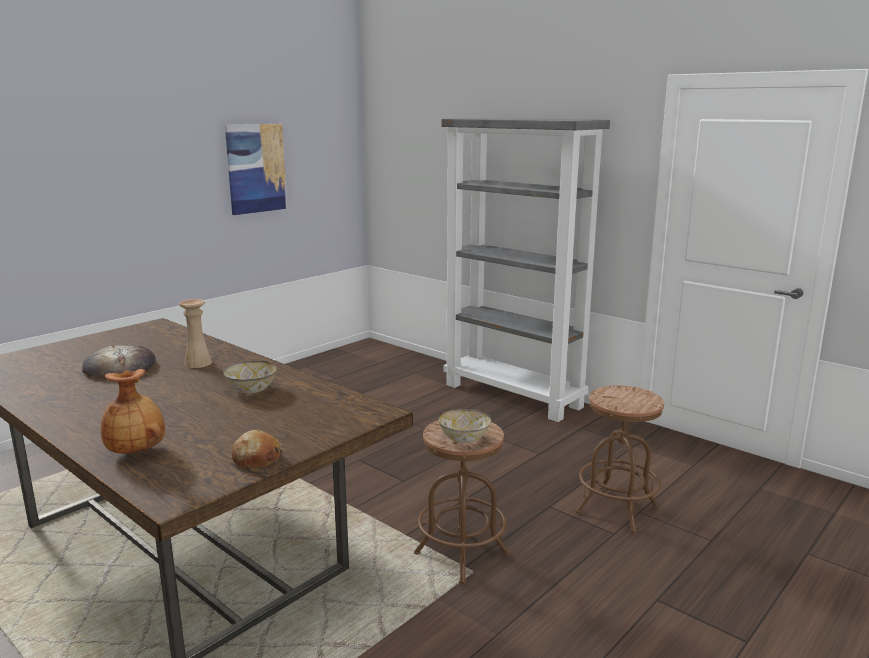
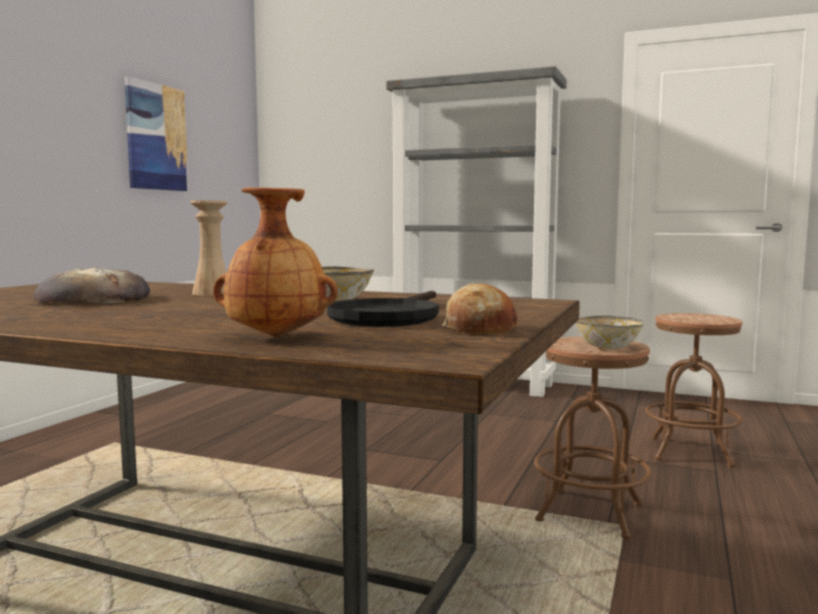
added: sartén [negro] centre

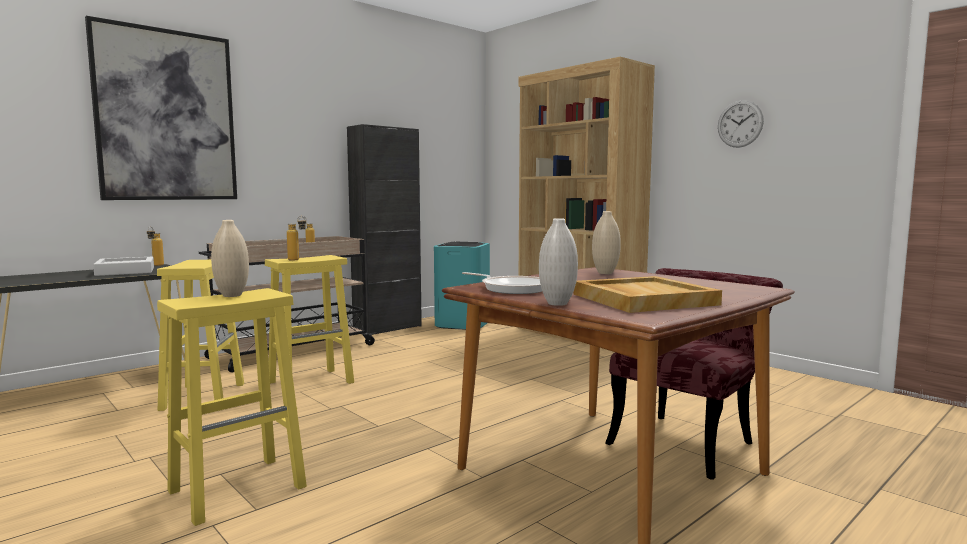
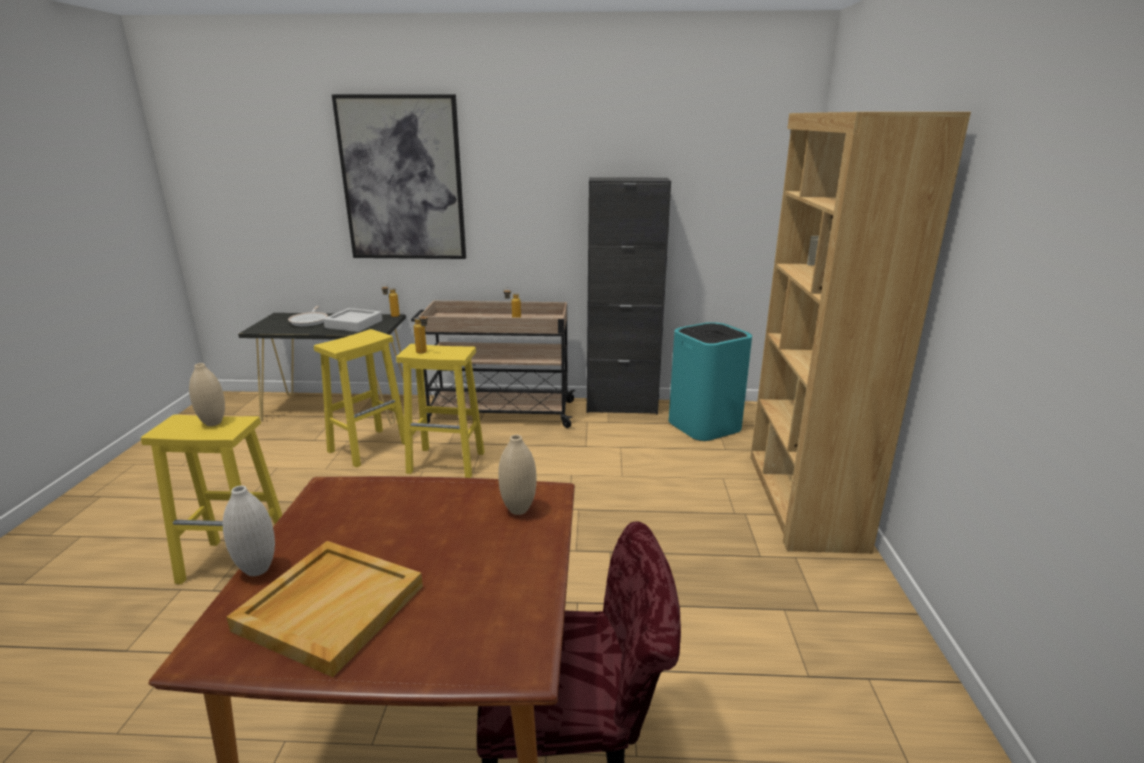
removed: reloj de pared top right
moved: sartén centre to middle left

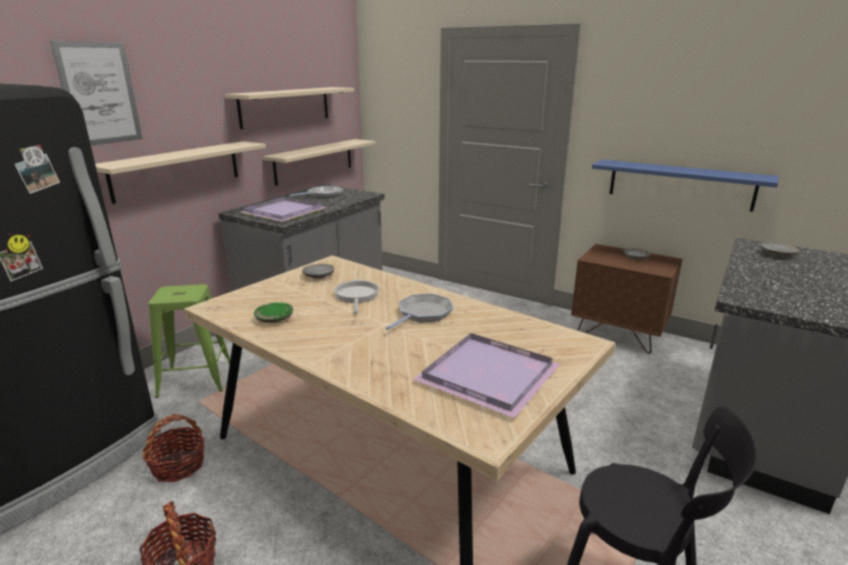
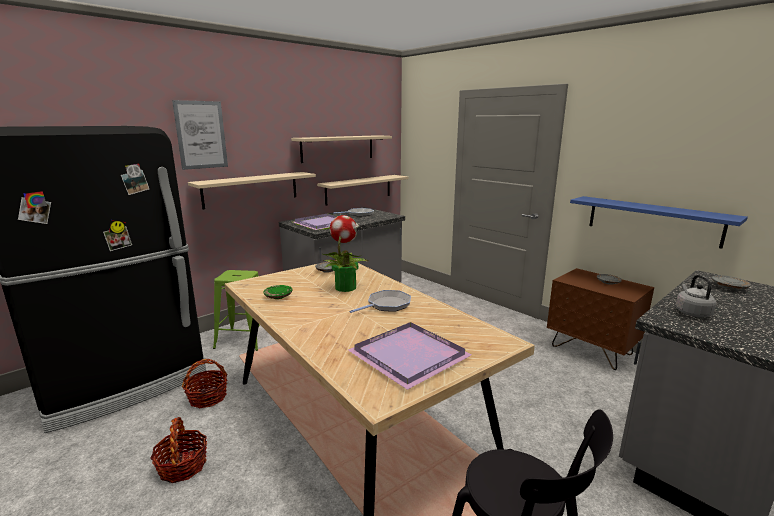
added: hervidor [gris] middle right
replaced: sartén (2nd from left) centre to planta en maceta centre

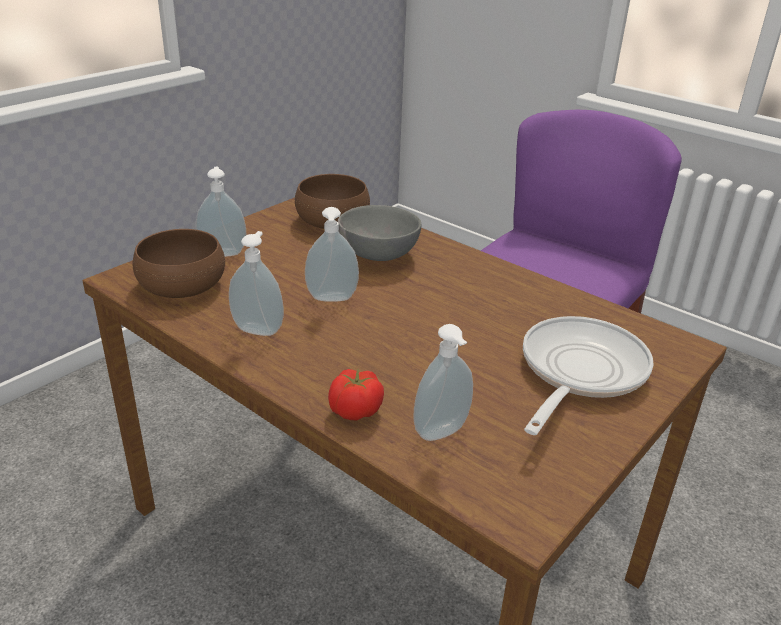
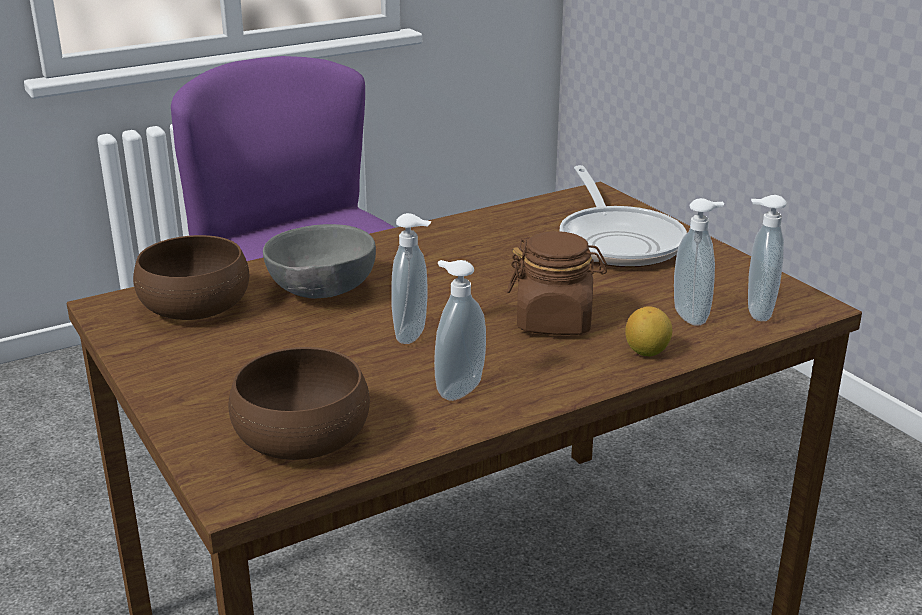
added: tarro [marrón] centre
moved: dispensador de jabón (1st from left in the first image) middle left to dispensador de jabón (4th from left) middle right
replaced: tomate centre to limón middle right
turned: sartén middle right = middle right 150 degrees counterclockwise

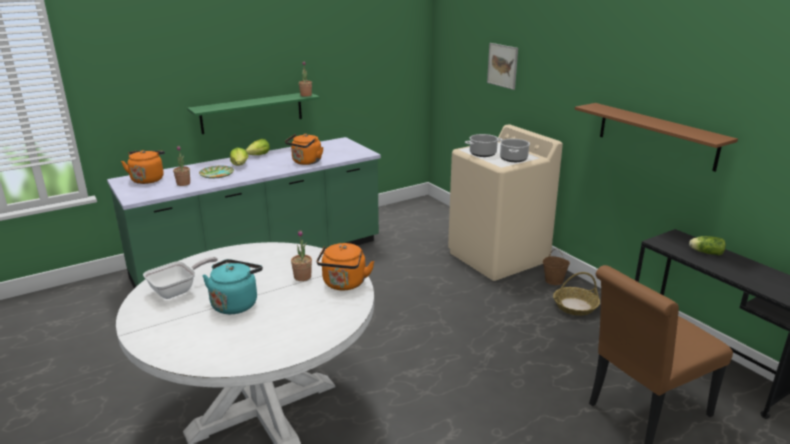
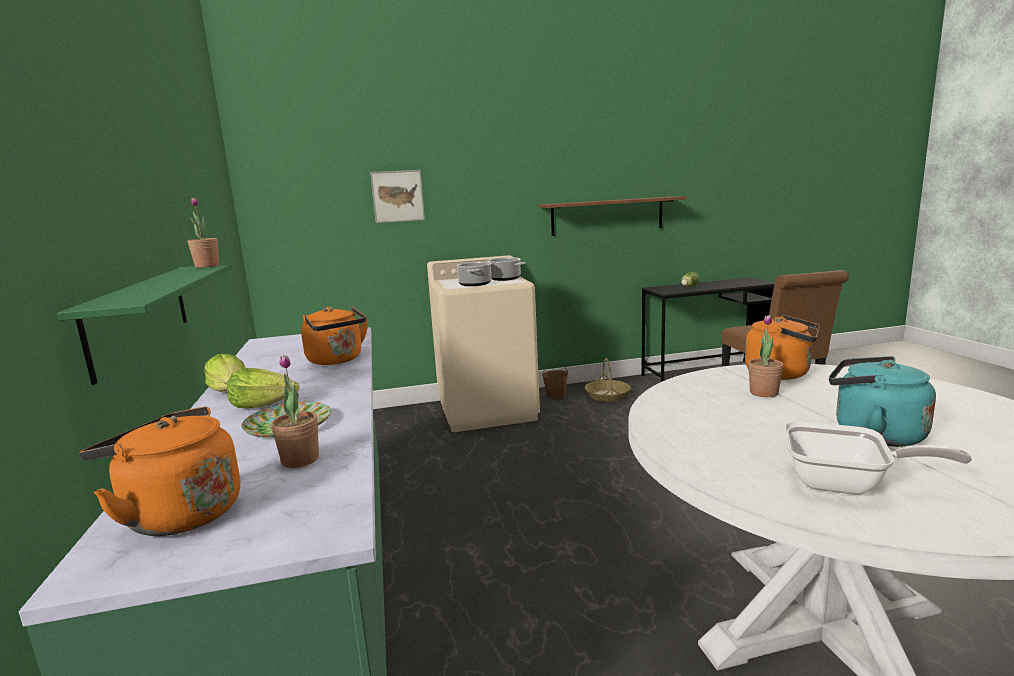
turned: sartén middle left = bottom right 135 degrees clockwise

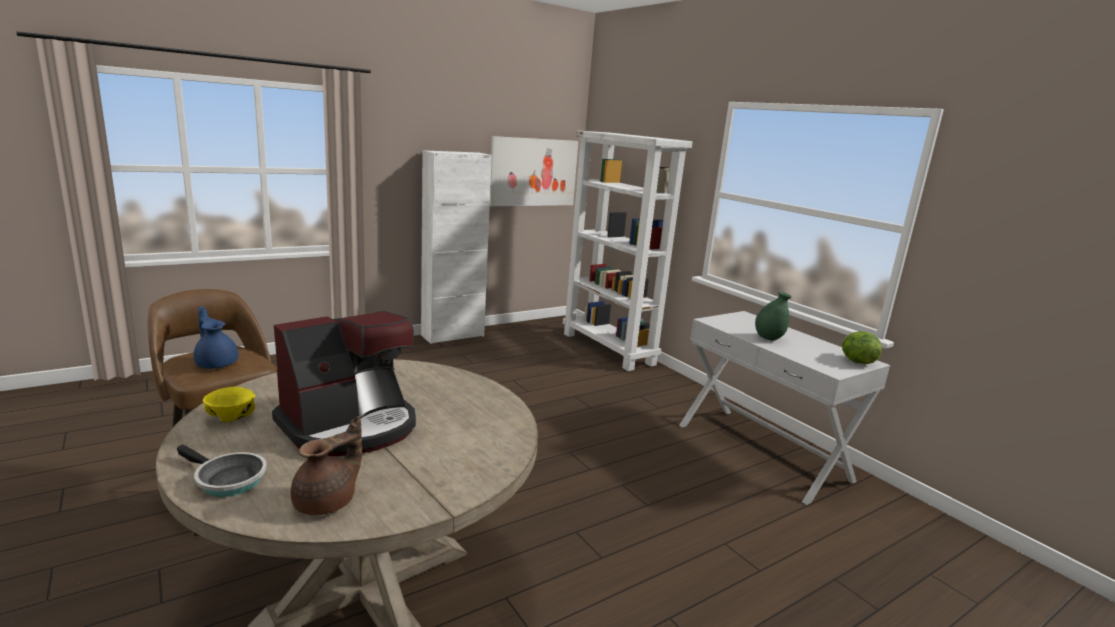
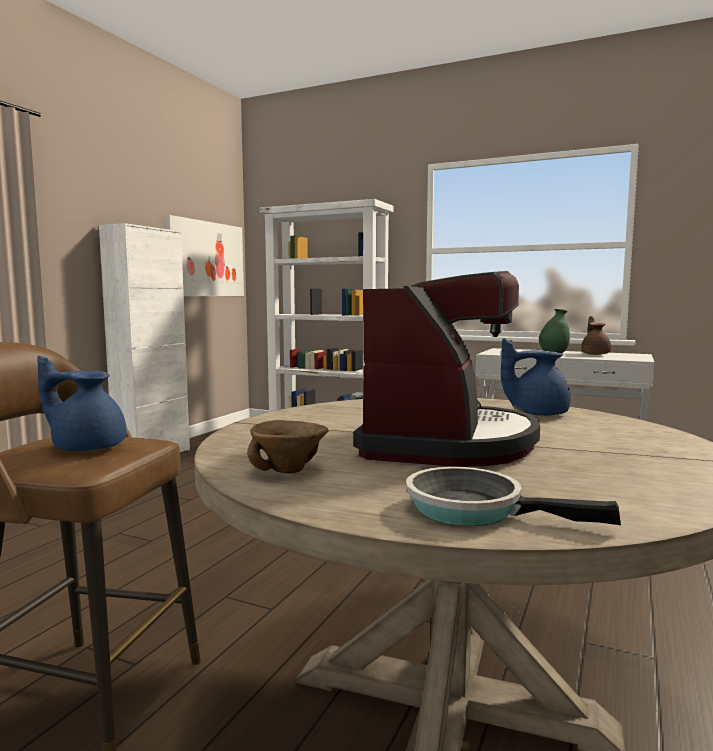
removed: lechuga middle right
added: tetera [azul] (2nd from left) middle right
moved: tetera [marrón] bottom left to middle right
recoloured: cuenco [amarillo] middle left to cuenco [marrón] centre
turned: sartén bottom left = middle right 150 degrees counterclockwise

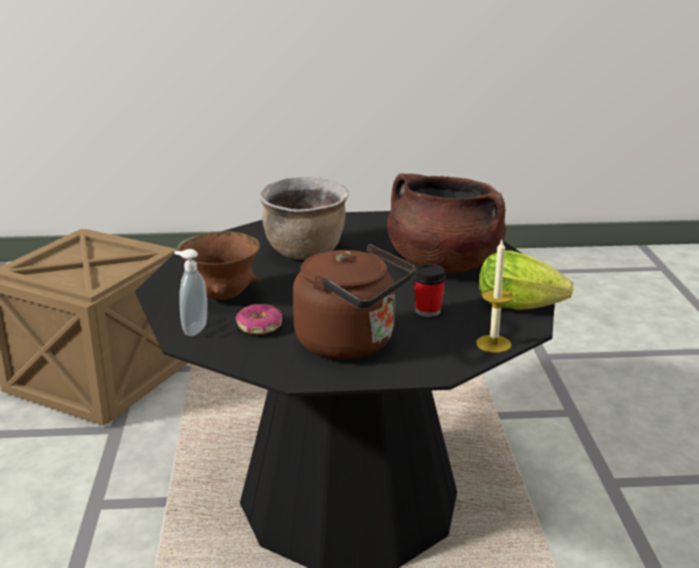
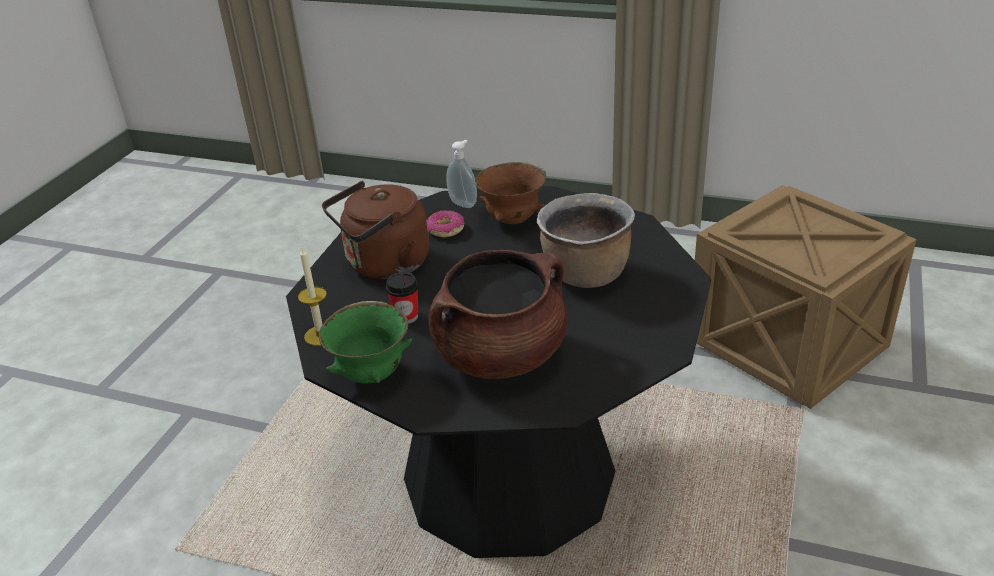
replaced: lechuga middle right to cuenco [verde] centre

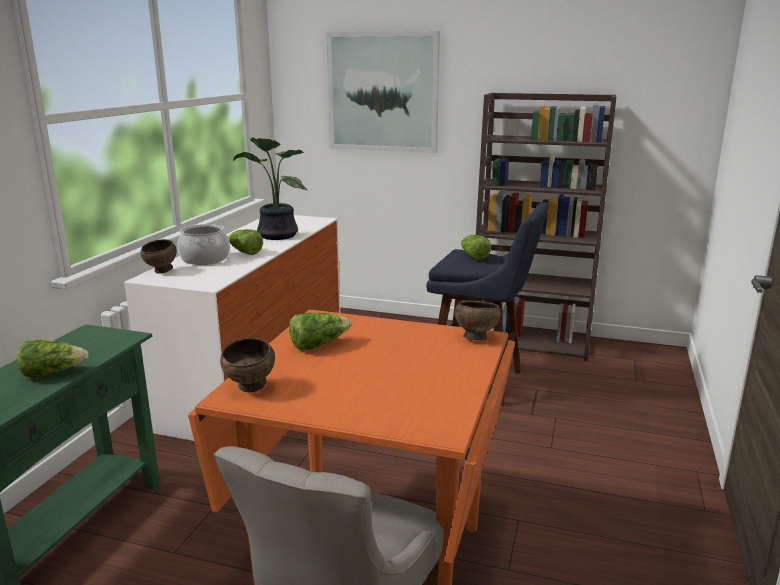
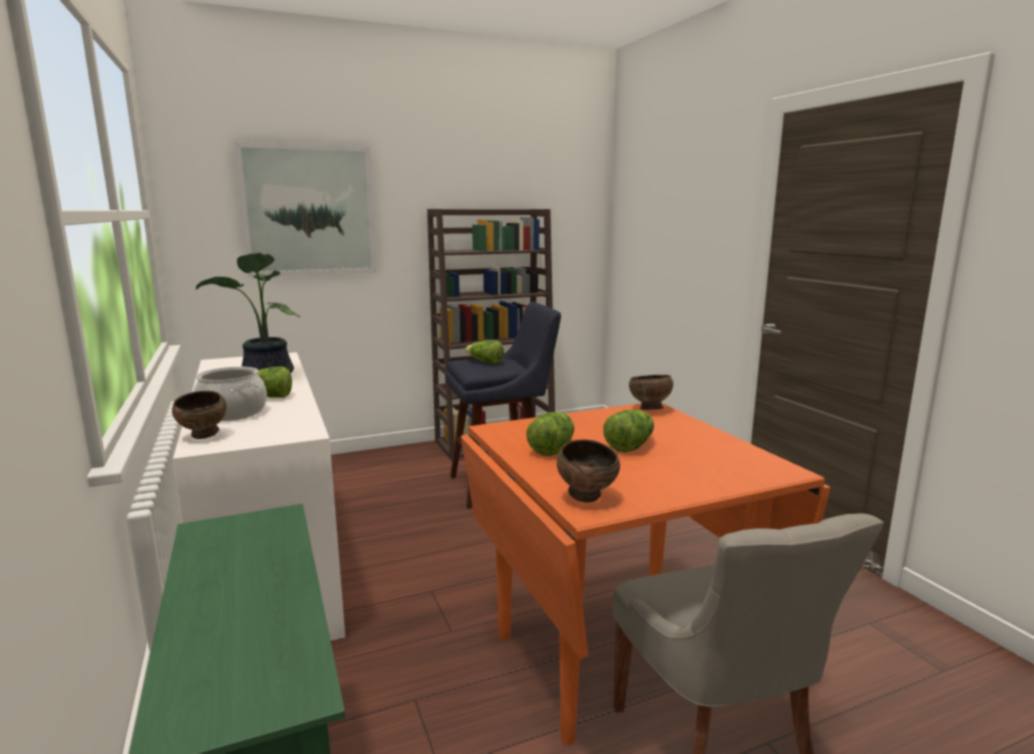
moved: lechuga (1st from left in the first image) middle left to lechuga (4th from left) centre

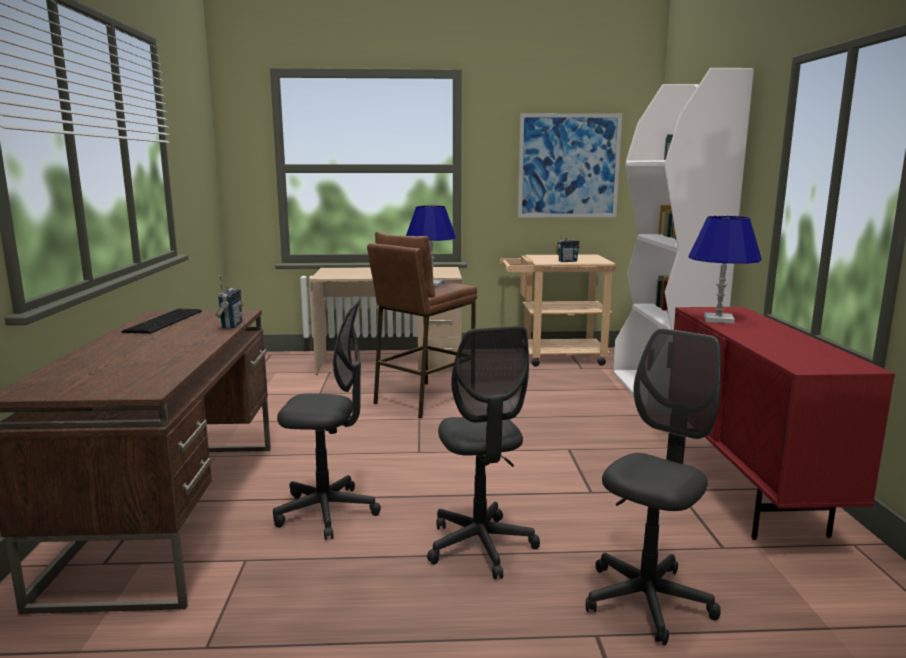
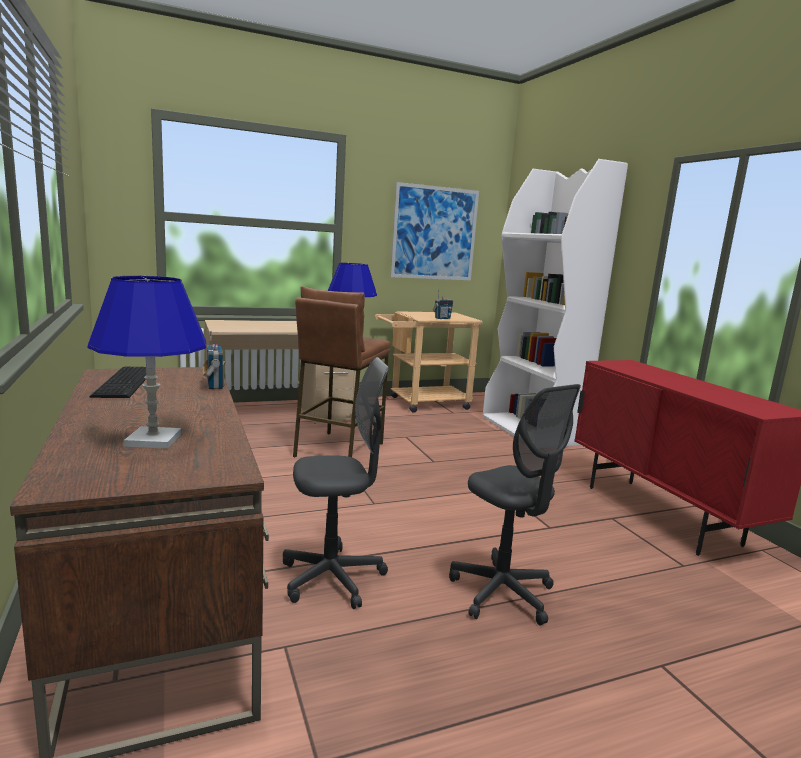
removed: silla de oficina [gris] (3rd from left) bottom right
moved: lámpara de mesa [azul] (2nd from left in the first image) middle right to lámpara de mesa [azul] (1st from left) middle left

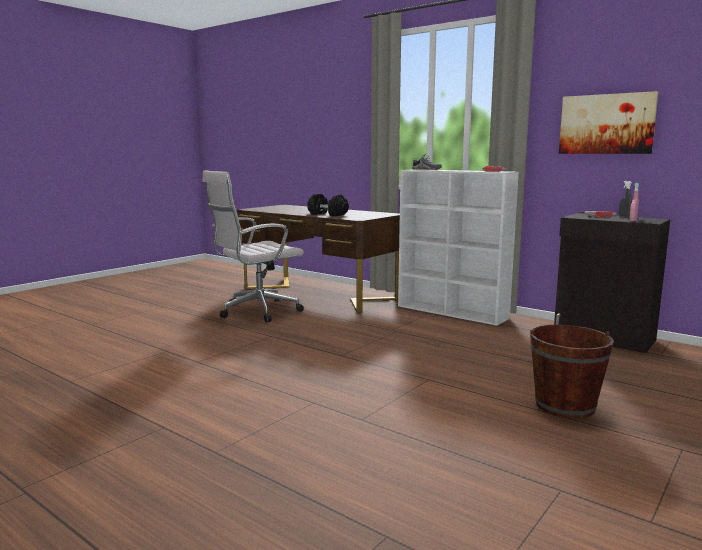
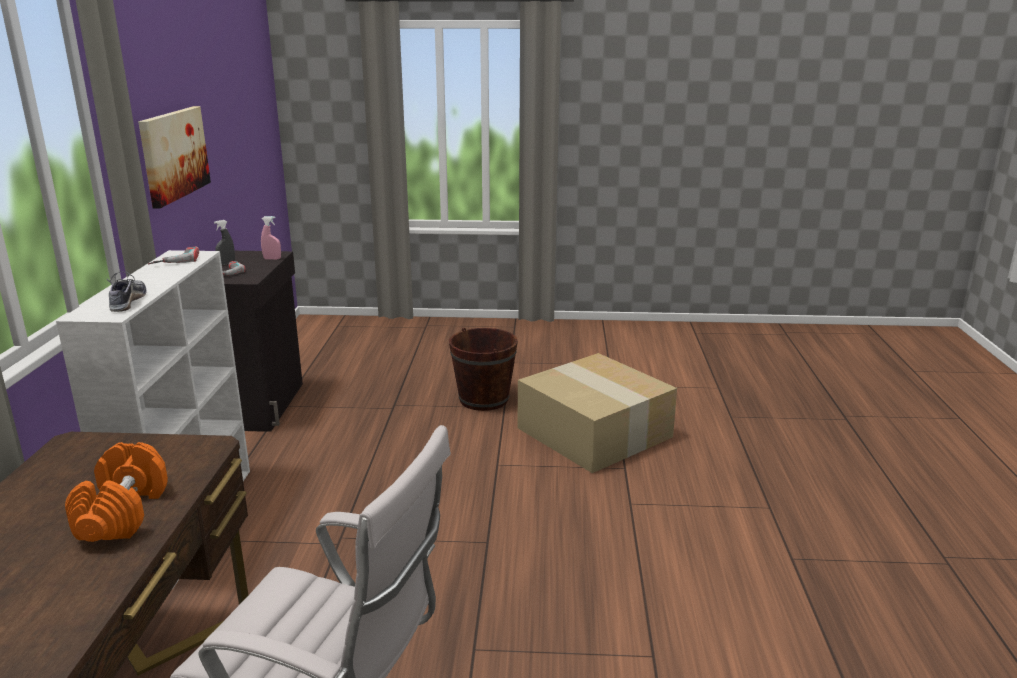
added: caja de cartón centre
recoloured: mancuerna [negro] centre to mancuerna [naranja] bottom left

